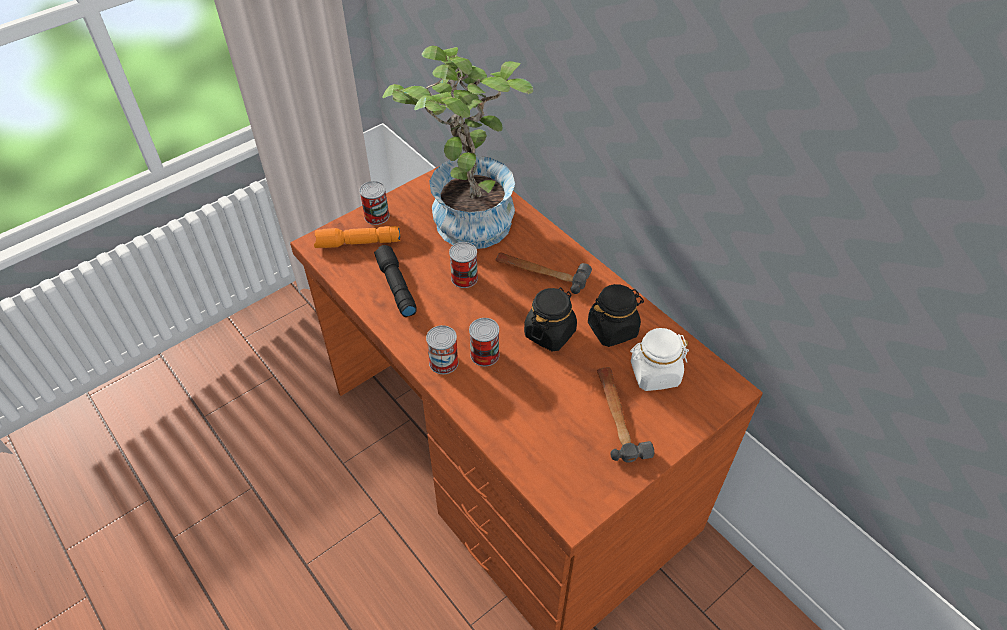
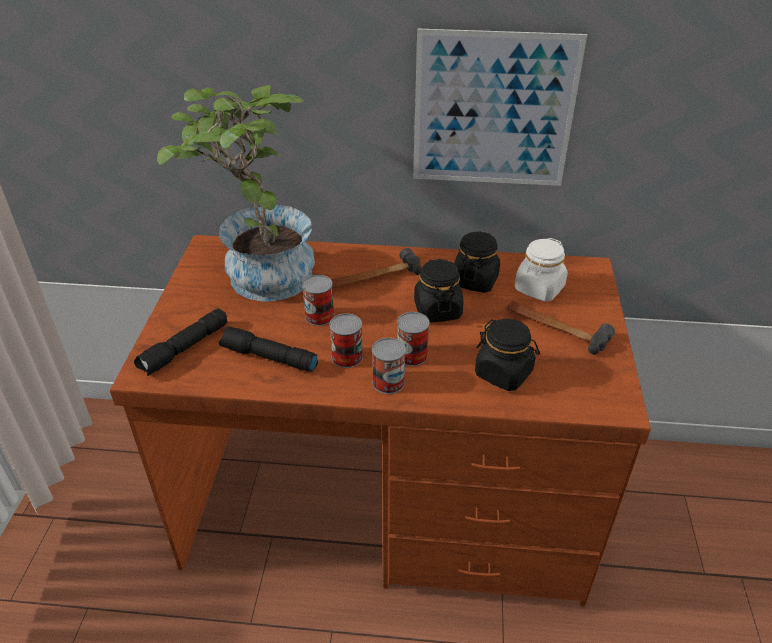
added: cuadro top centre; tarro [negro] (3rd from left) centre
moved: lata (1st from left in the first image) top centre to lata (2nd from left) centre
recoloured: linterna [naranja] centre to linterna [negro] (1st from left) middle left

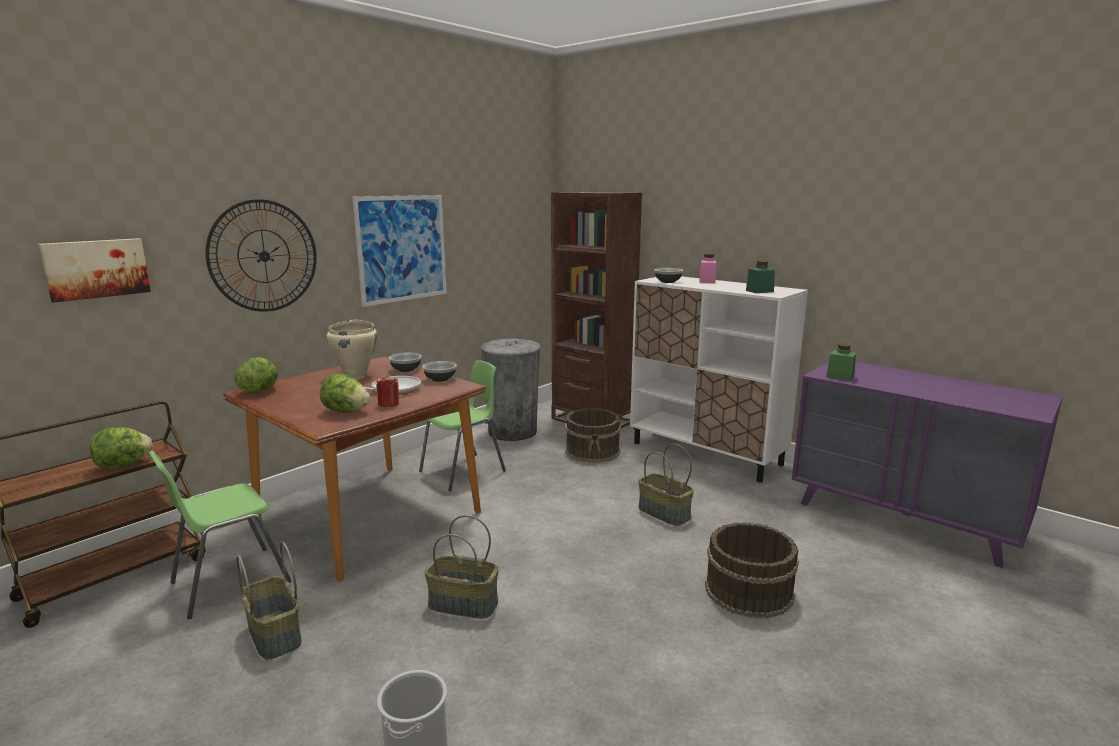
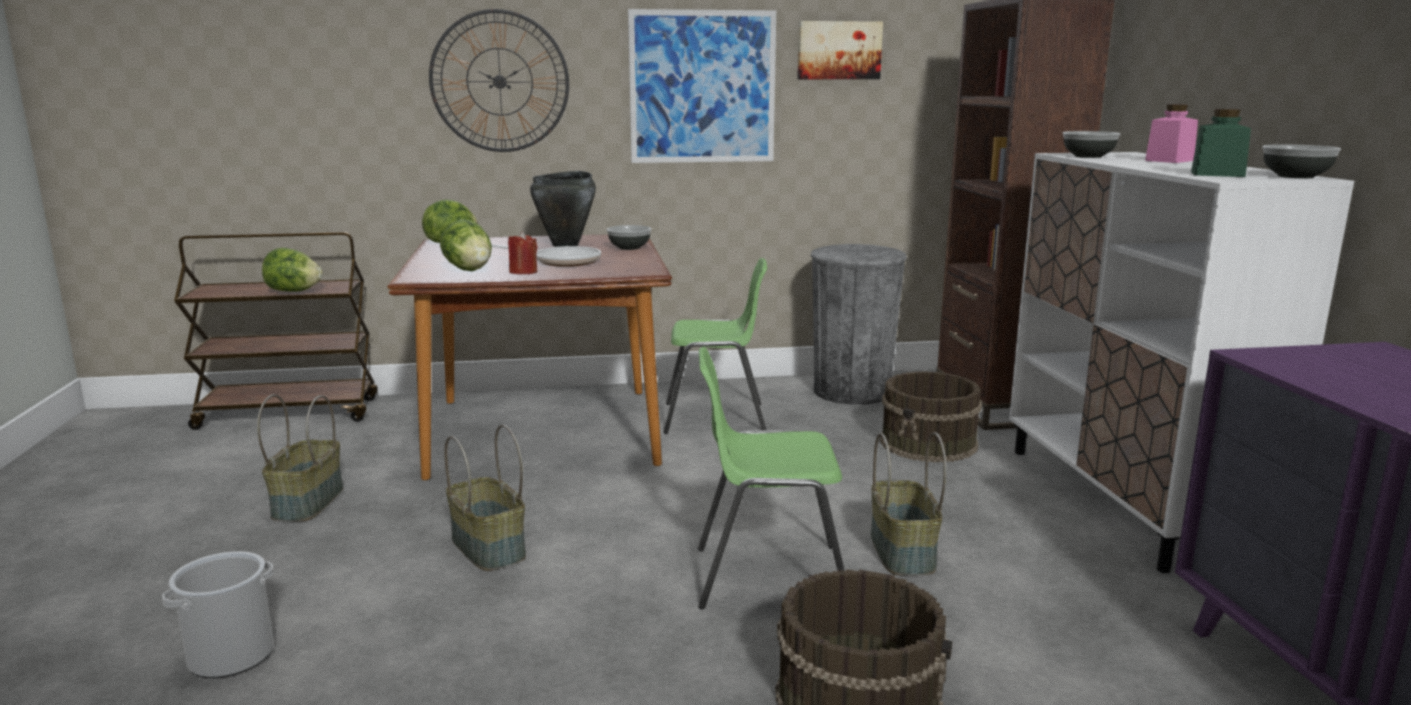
removed: tarro [verde] (2nd from left) middle right
moved: cuadro (1st from left in the first image) middle left to cuadro (2nd from left) top centre; silla [verde] (1st from left in the first image) bottom left to silla [verde] (2nd from left) bottom centre; cuenco (2nd from left in the first image) centre to cuenco (3rd from left) top right
recoloured: olla [beis] middle left to olla [negro] top centre

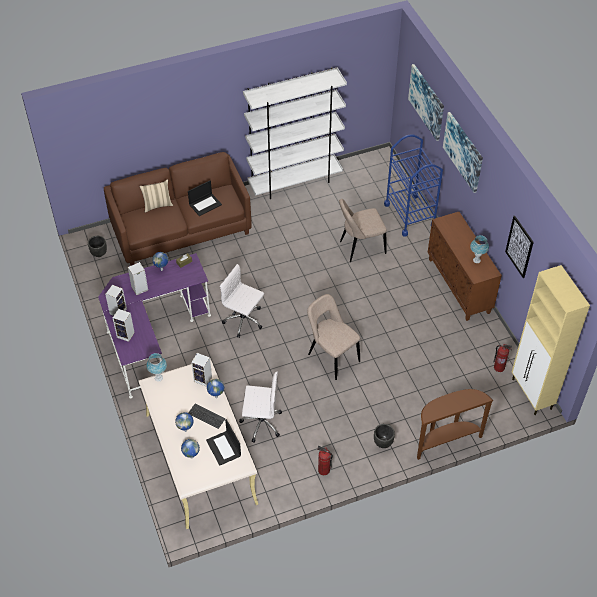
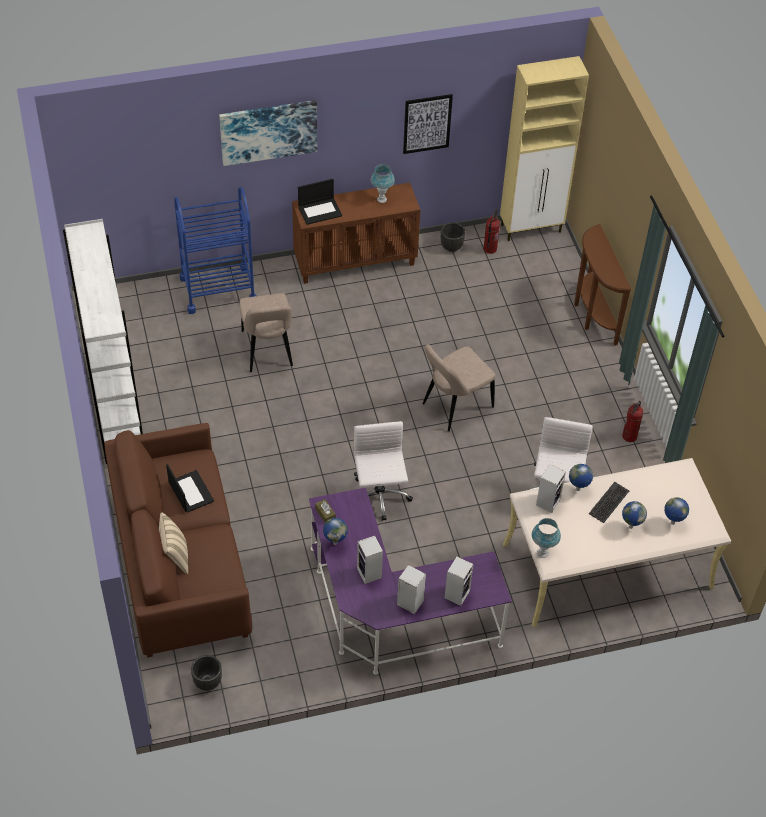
removed: cuadro (1st from left) top right
moved: portátil (2nd from left) bottom centre to top centre; maceta [negro] (2nd from left) bottom centre to top centre
turned: silla de oficina [blanco] (1st from left) centre = centre 135 degrees clockwise

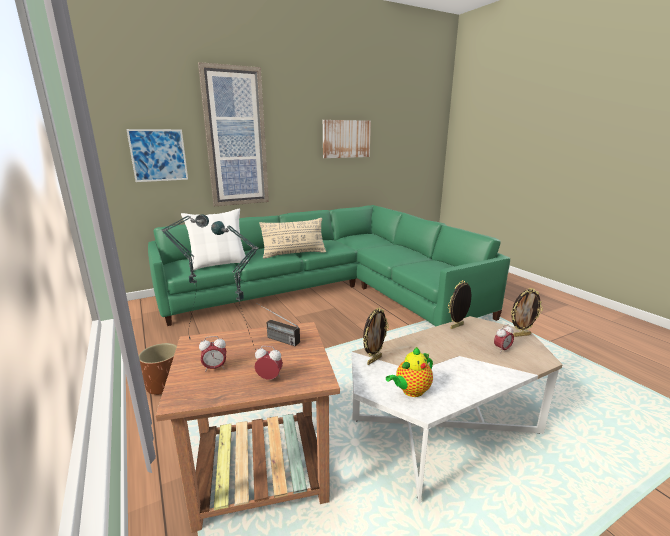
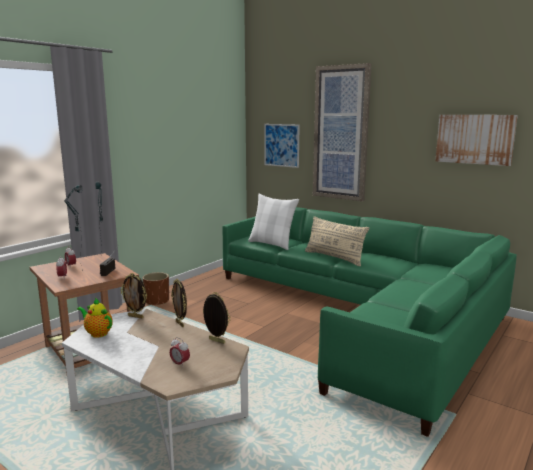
moved: portarretratos (3rd from left in the first image) middle right to portarretratos (2nd from left) centre

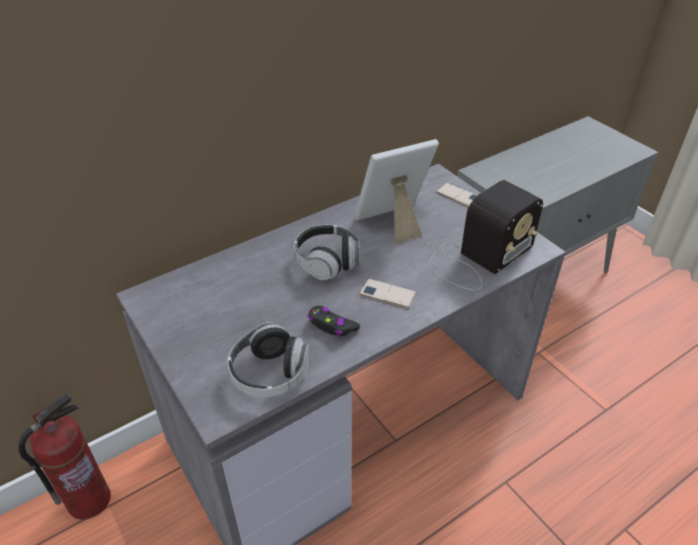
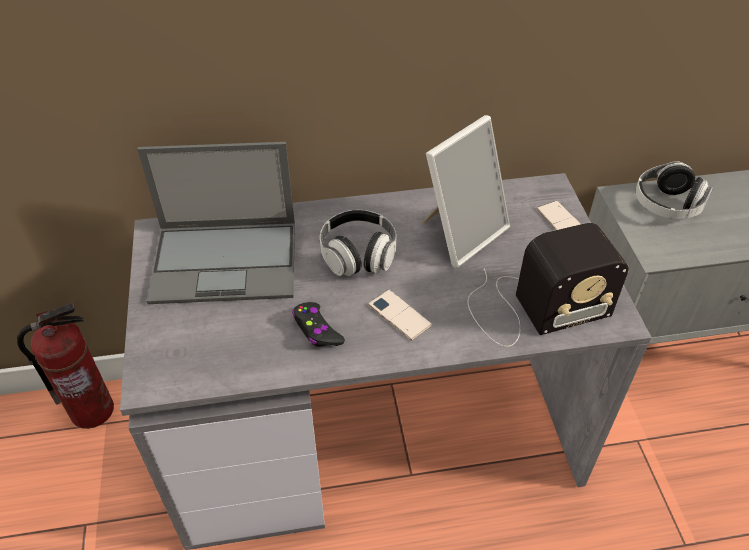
added: portátil middle left
moved: auriculares (1st from left in the first image) centre to auriculares (2nd from left) middle right
turned: portarretratos centre = centre 135 degrees clockwise

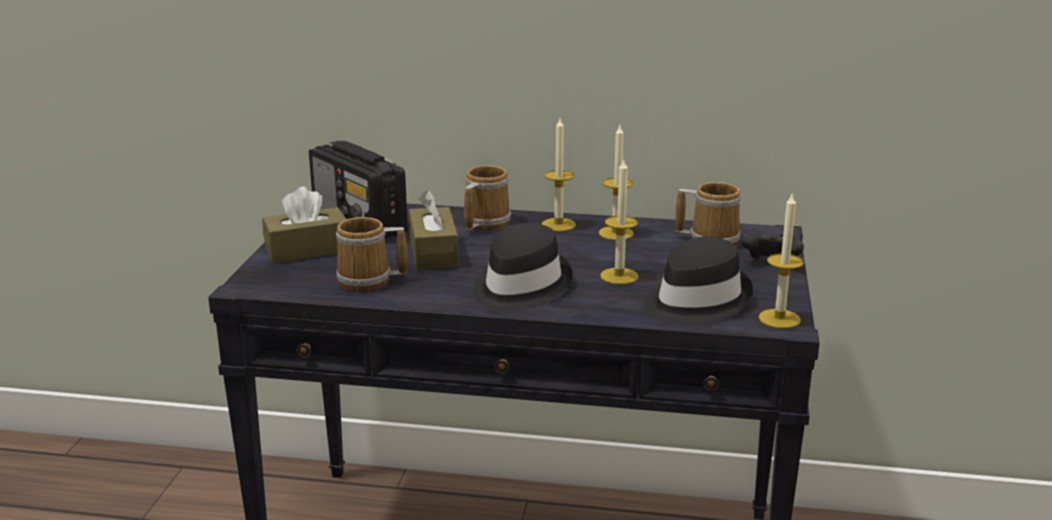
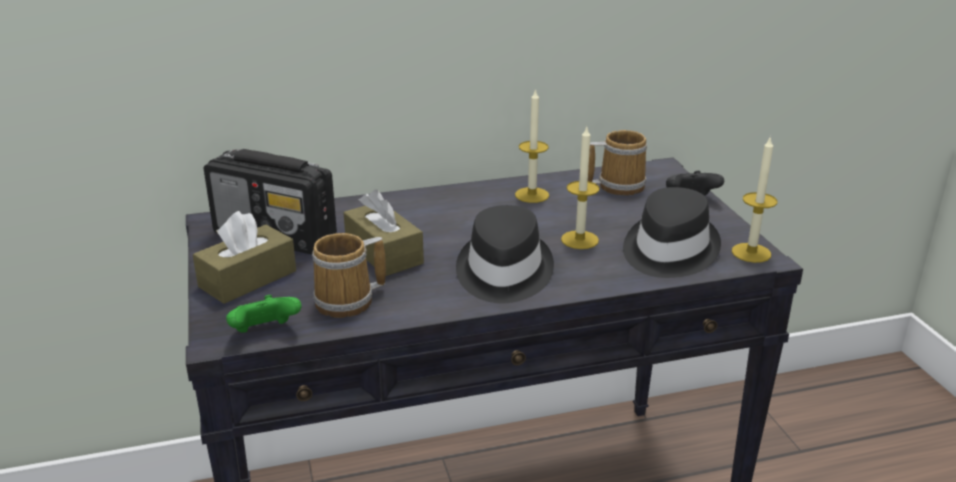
removed: taza grande (2nd from left) centre; vela (1st from left) centre
added: mando de consola [verde] middle left

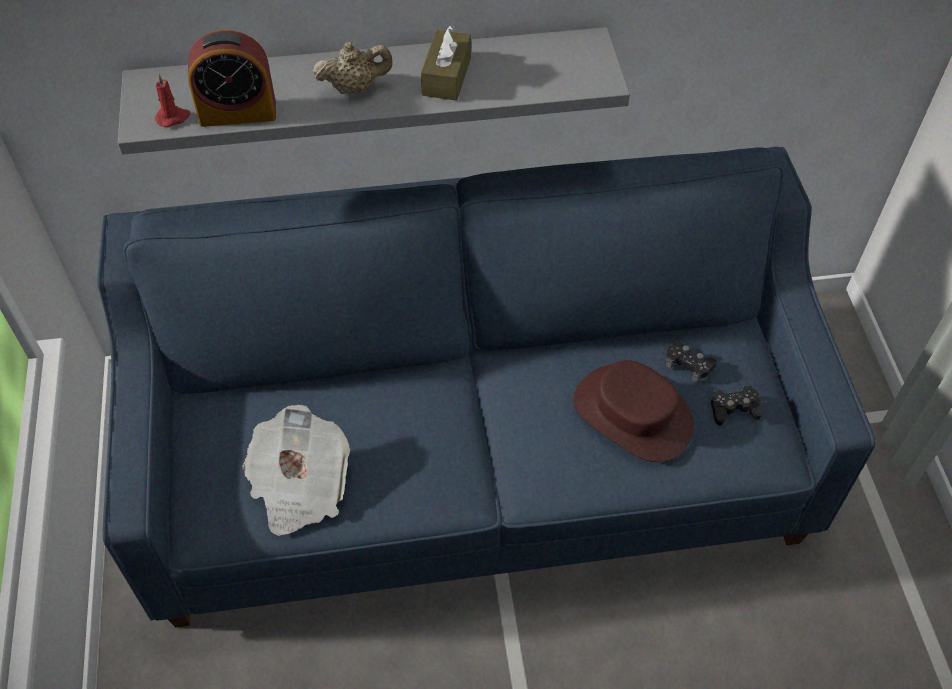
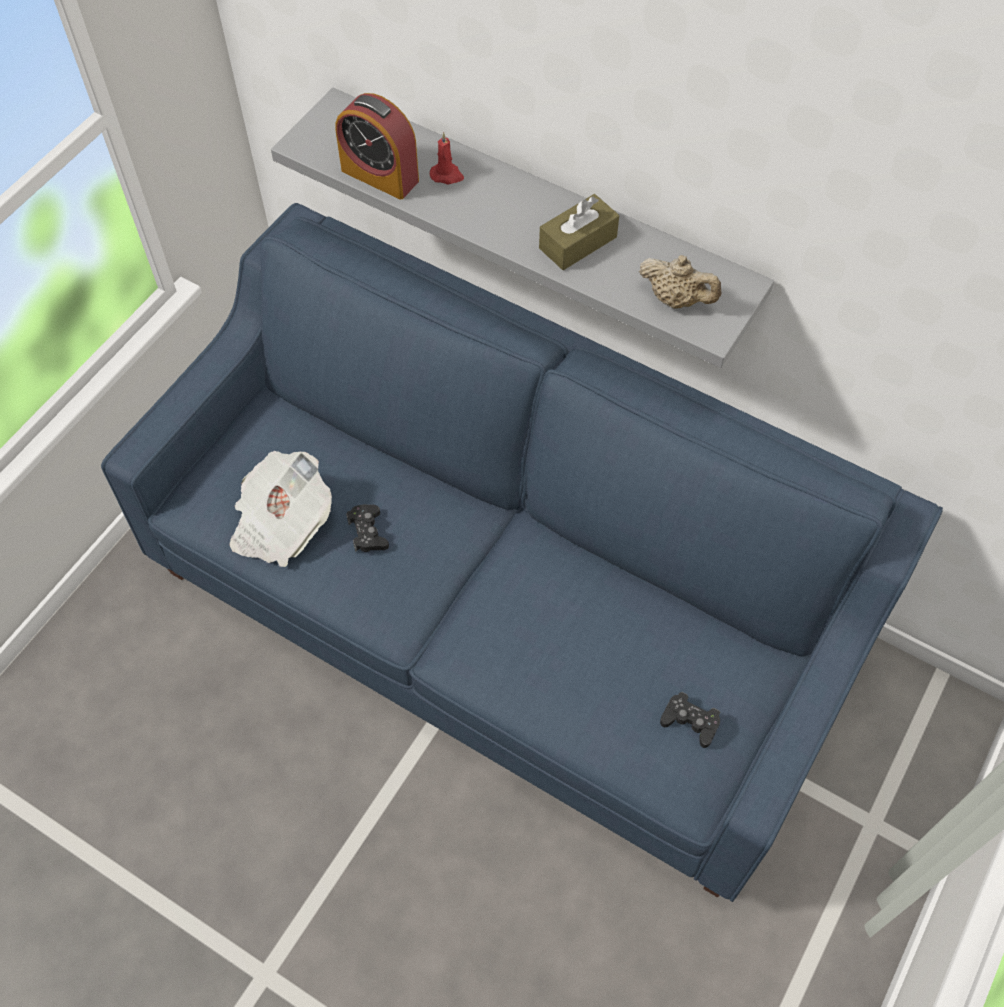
removed: sombrero [marrón] centre
moved: vela [rojo] top left to top centre; tetera [beis] top centre to top right; mando de consola [negro] (1st from left) middle right to centre

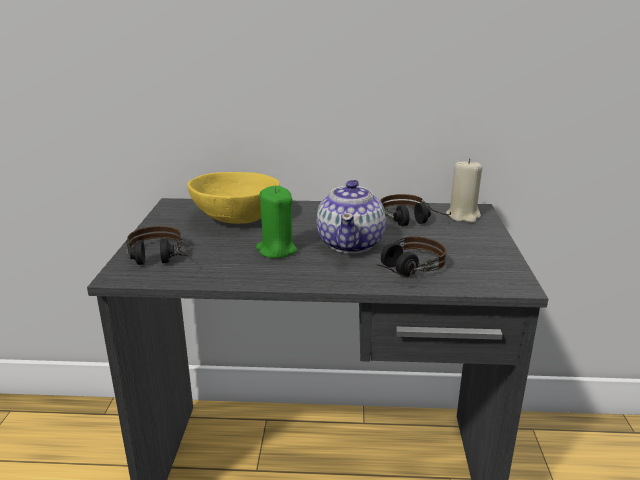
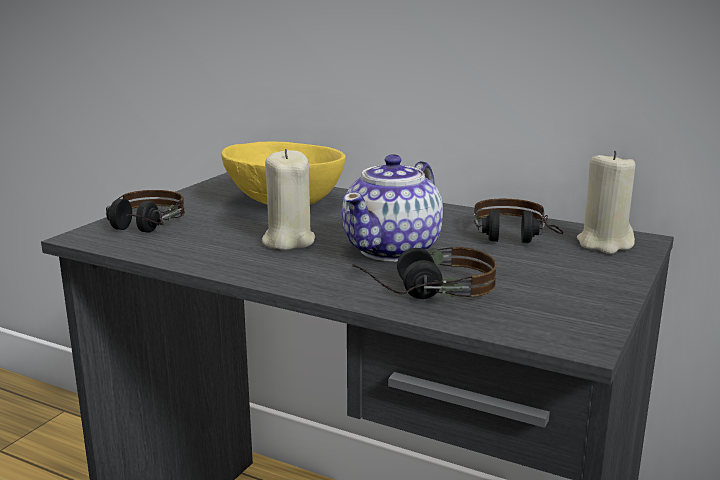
recoloured: vela [verde] centre to vela [beis] (1st from left) centre

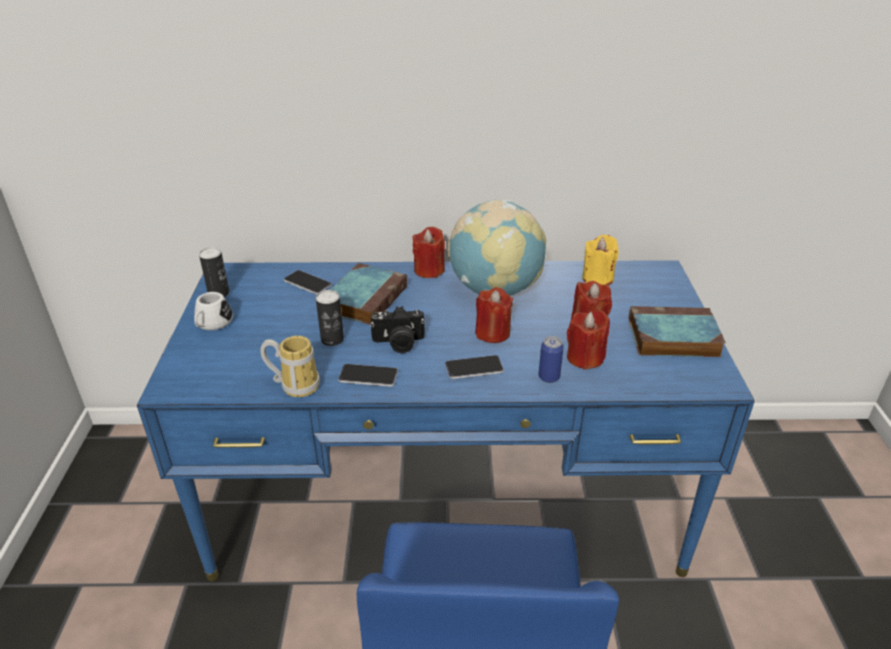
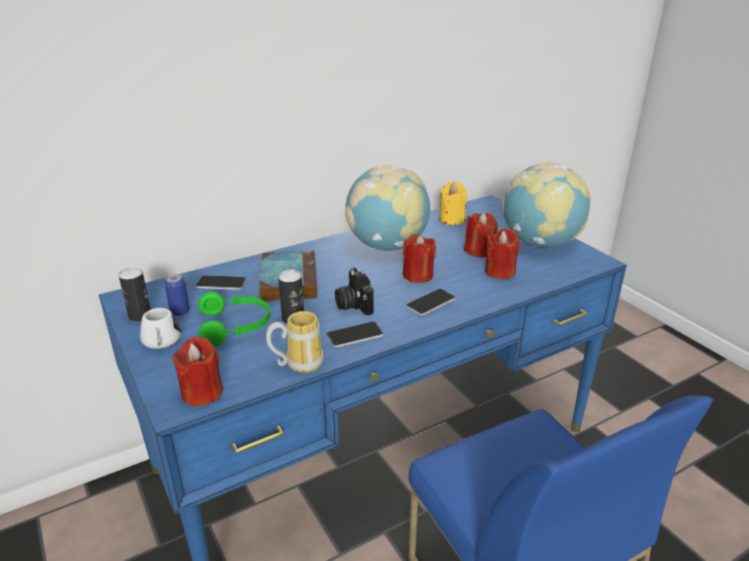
added: auriculares [verde] middle left
moved: vela [rojo] (1st from left) centre to middle left; lata (3rd from left in the first image) centre to lata (2nd from left) middle left
replaced: libro (2nd from left) middle right to globo terráqueo (2nd from left) middle right
turned: cámara centre = centre 105 degrees clockwise

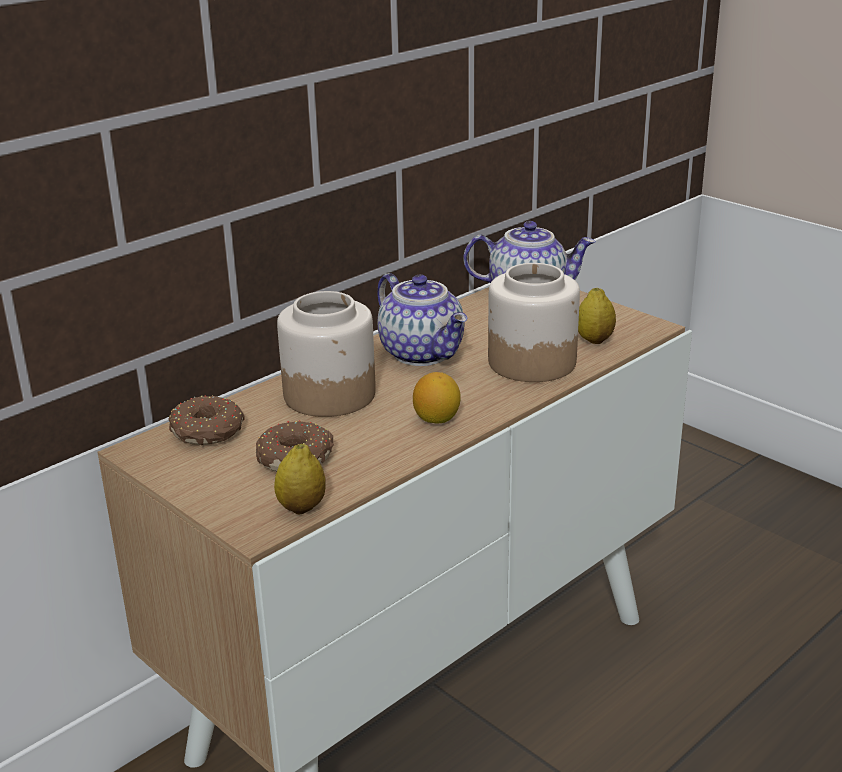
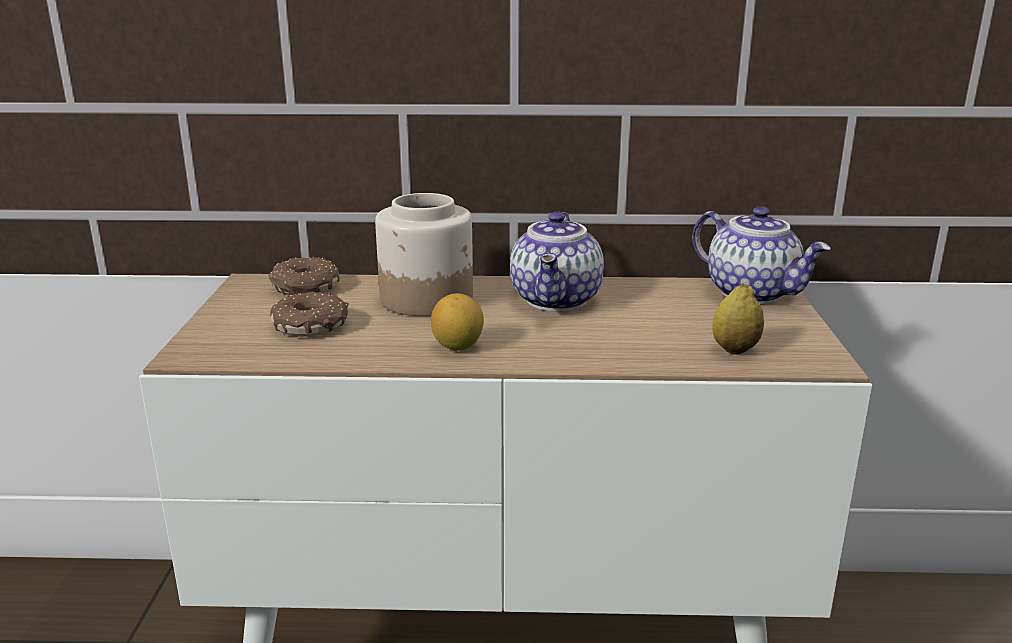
removed: limón (1st from left) centre; tarro (2nd from left) centre

